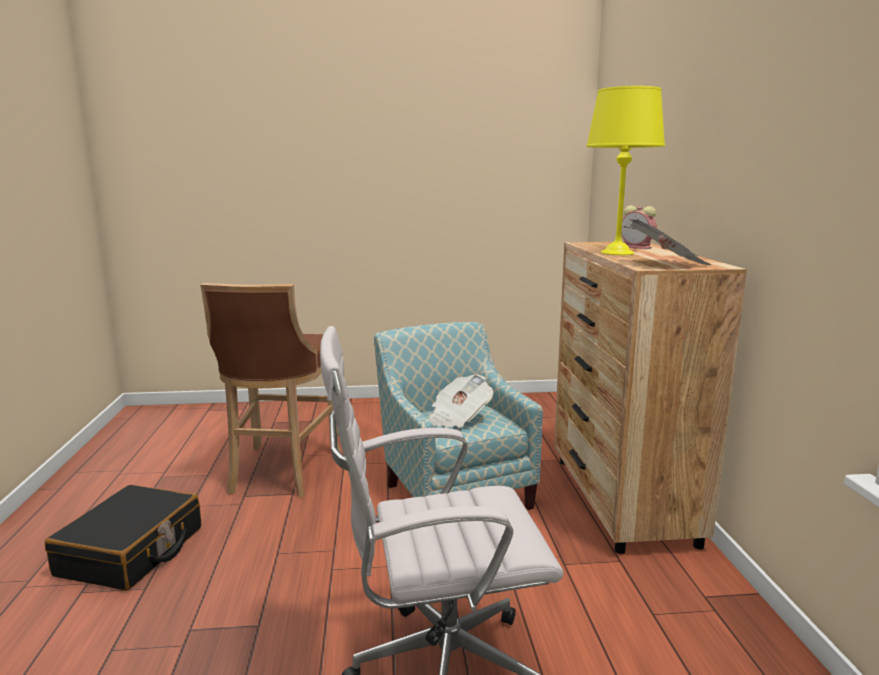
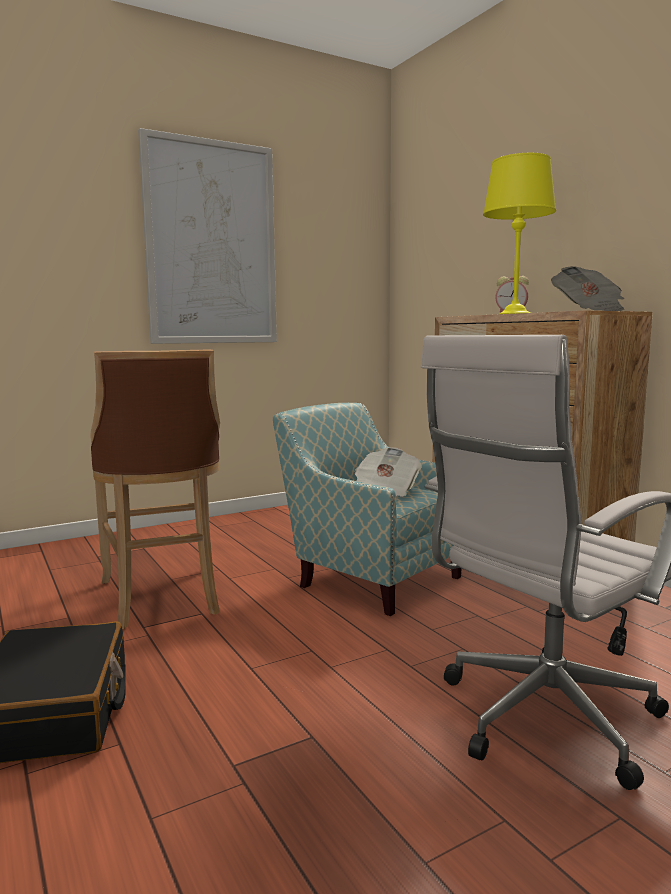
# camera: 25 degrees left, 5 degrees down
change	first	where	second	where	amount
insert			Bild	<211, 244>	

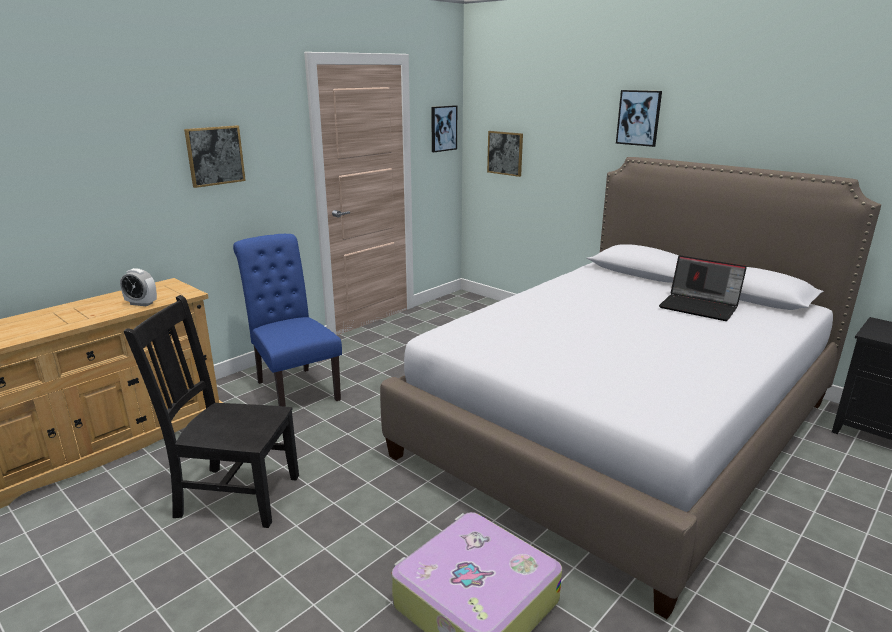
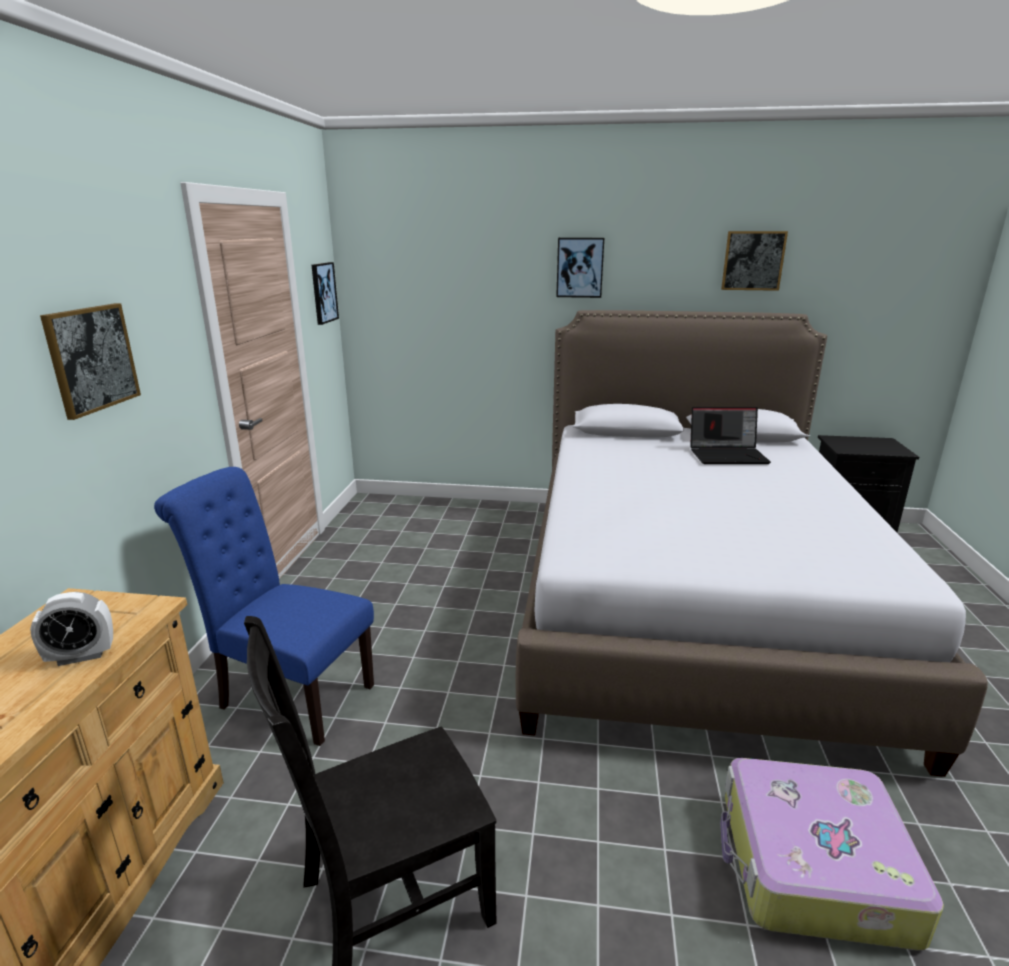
# camera: 35 degrees left, 0 degrees up
change	first	where	second	where	amount
move	Bild	<505, 153>		<753, 260>	

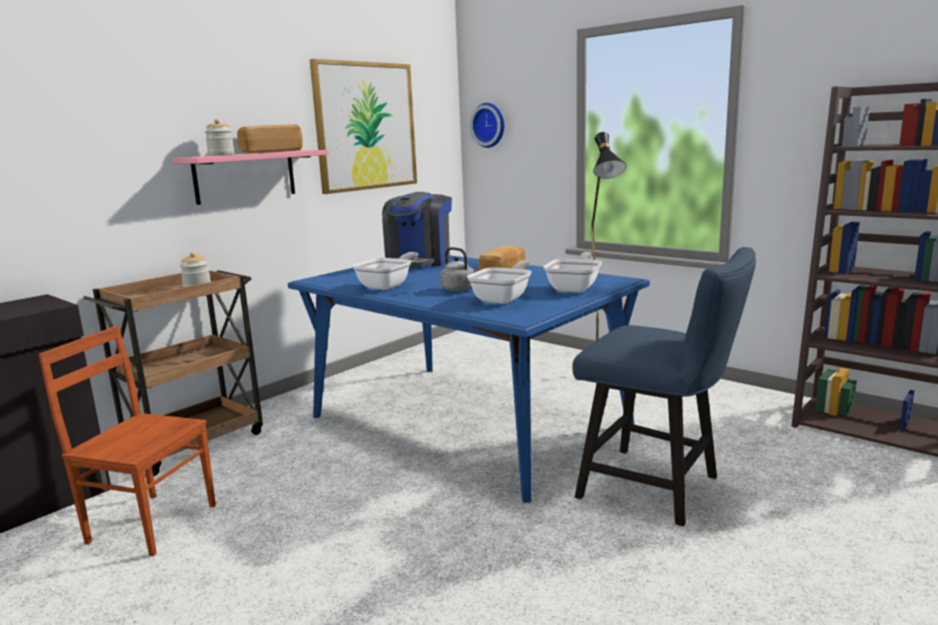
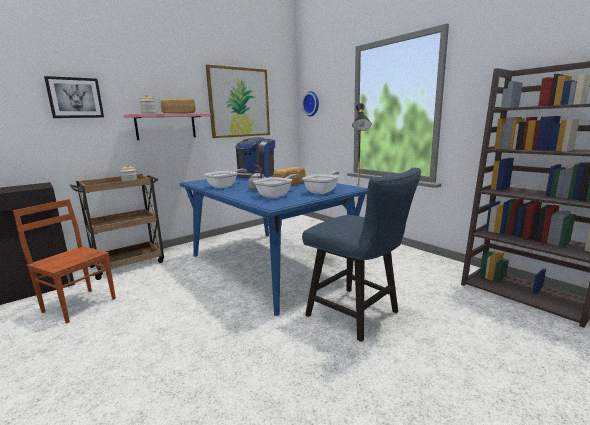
# camera: 10 degrees right, 0 degrees up
change	first	where	second	where	amount
insert			Bild	<75, 98>	

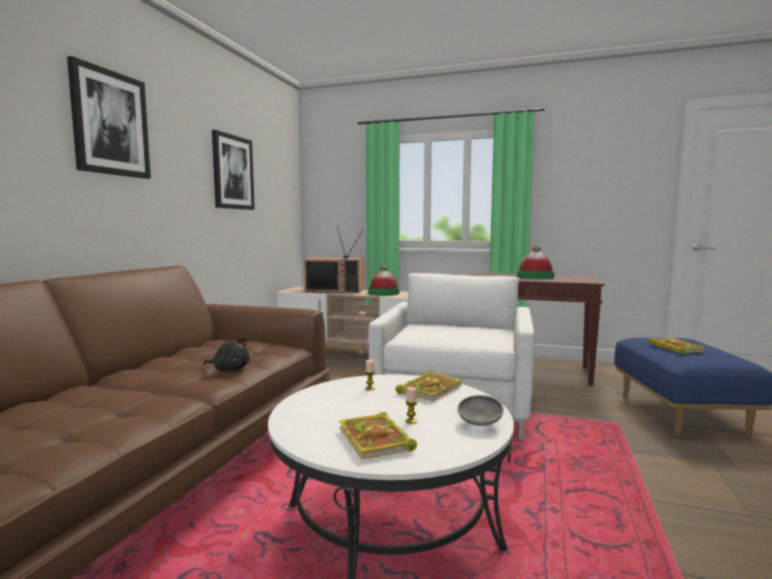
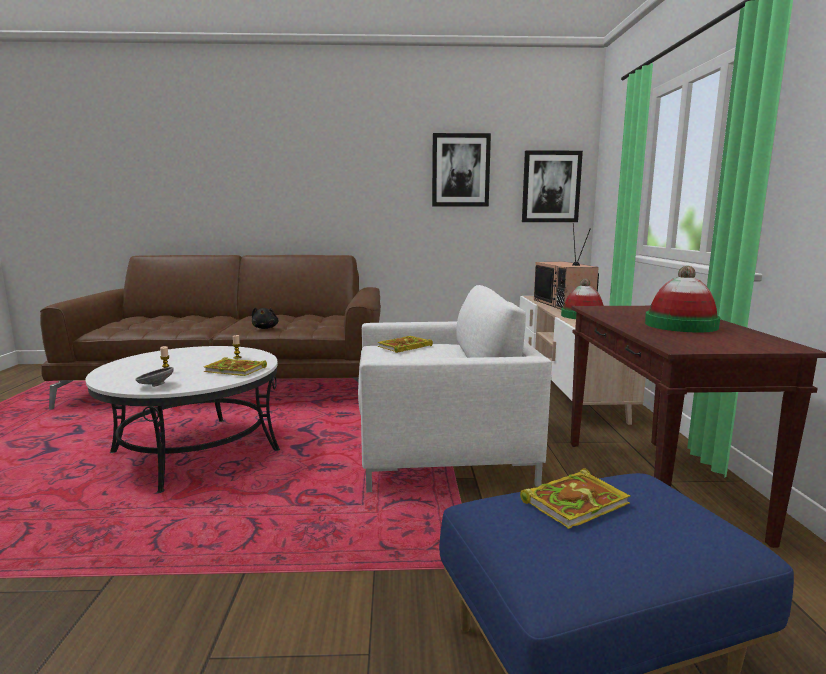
# camera: 70 degrees right, 5 degrees up
change	first	where	second	where	amount
move	Bild	<110, 123>		<551, 187>	
move	Buch	<376, 440>		<404, 347>	

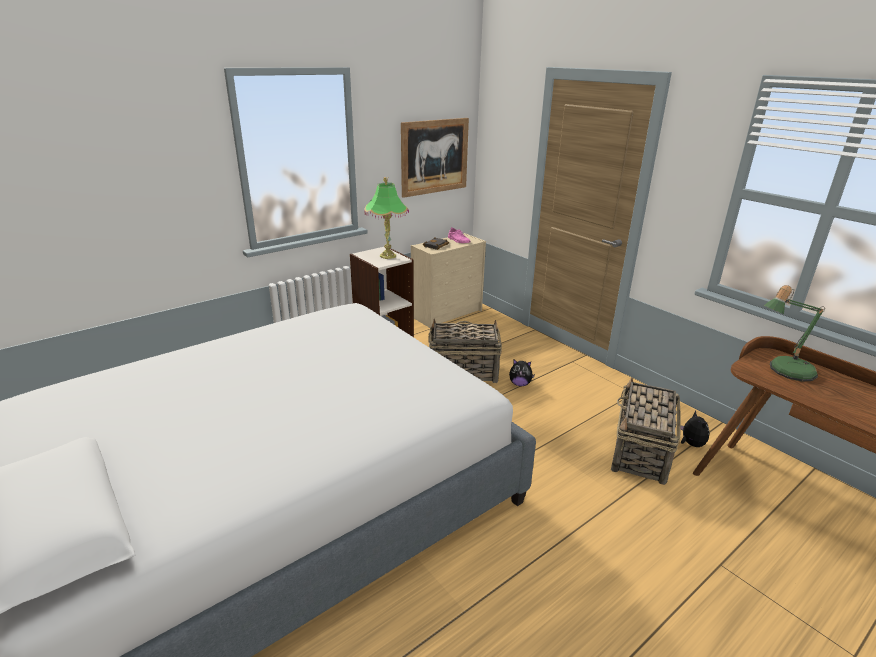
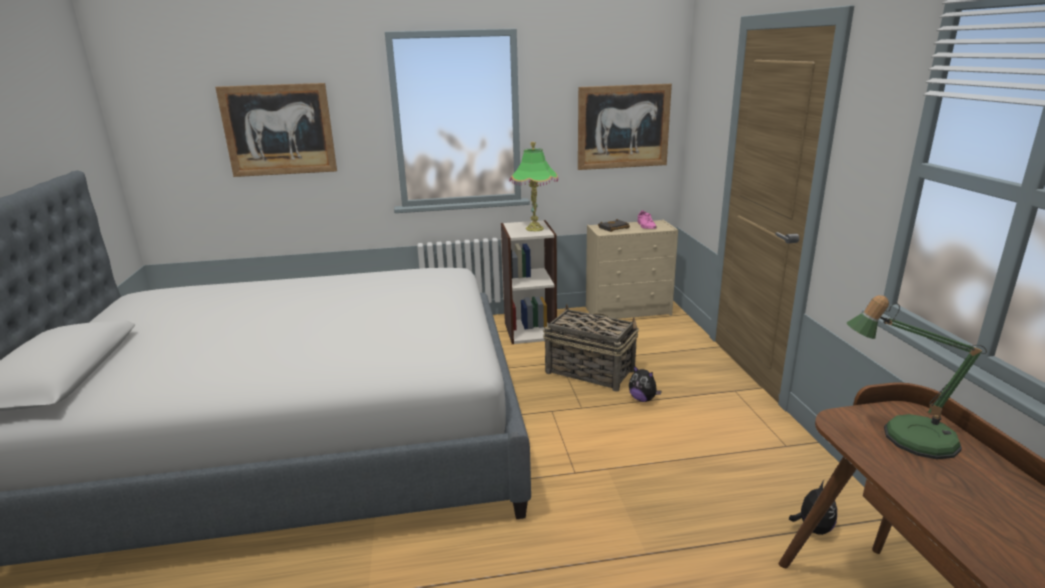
# camera: 30 degrees right, 5 degrees down
change	first	where	second	where	amount
delete	Korb	<640, 452>			
insert			Bild	<279, 130>	

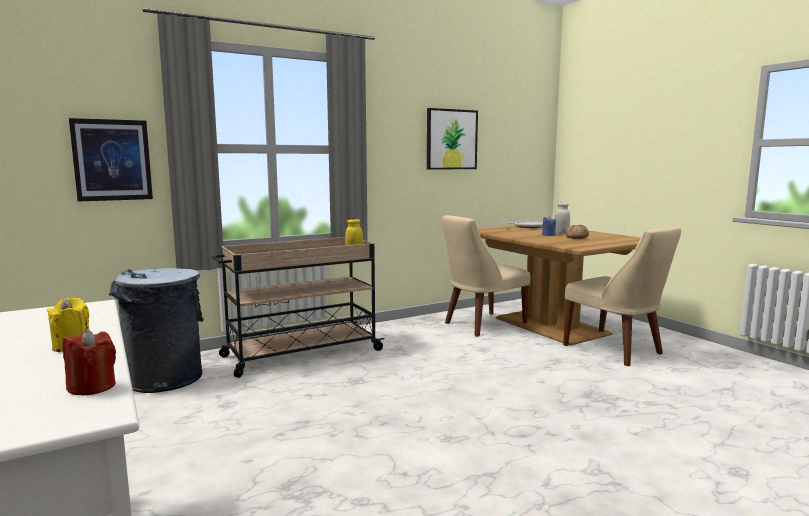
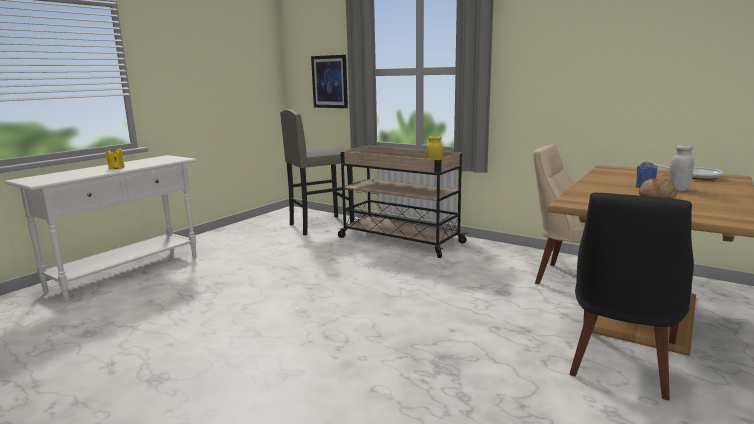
# camera: 65 degrees right, 5 degrees up
change	first	where	second	where	amount
delete	Kerze (rot)	<92, 387>			
delete	Bild	<451, 139>			
replace	Mülleimer (grau)	<165, 379>	Hocker (grau)	<321, 225>	
recolor	Stuhl (beige)	<616, 350>	Stuhl (schwarz)	<621, 363>	

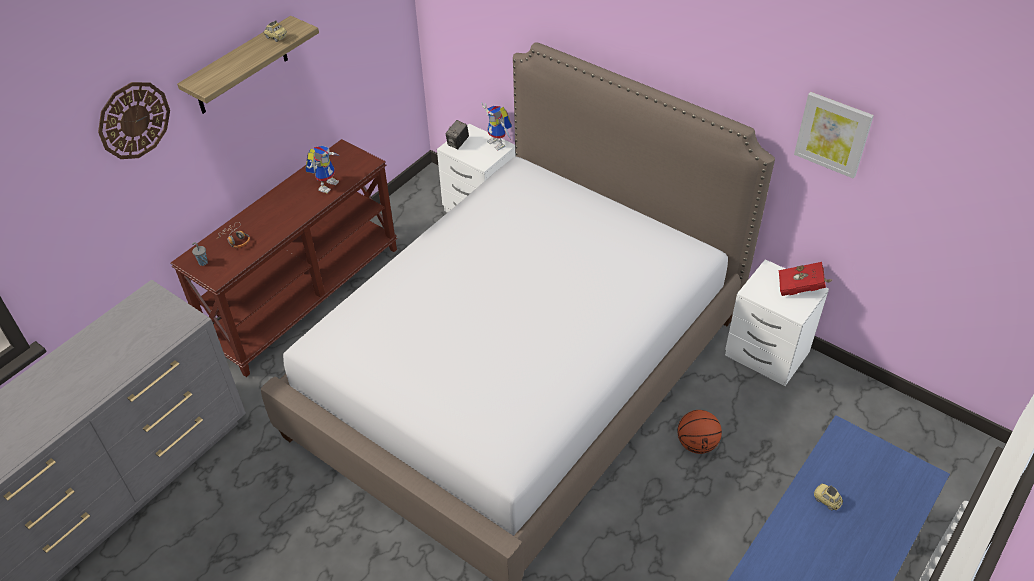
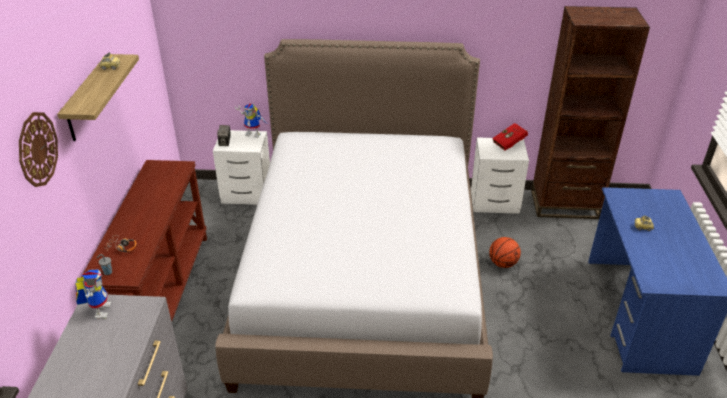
# camera: 35 degrees left, 10 degrees down
change	first	where	second	where	amount
delete	Bild	<833, 134>			
insert			Bücherregal (braun)	<565, 205>	
move	Spielzeugroboter	<326, 184>		<99, 310>	

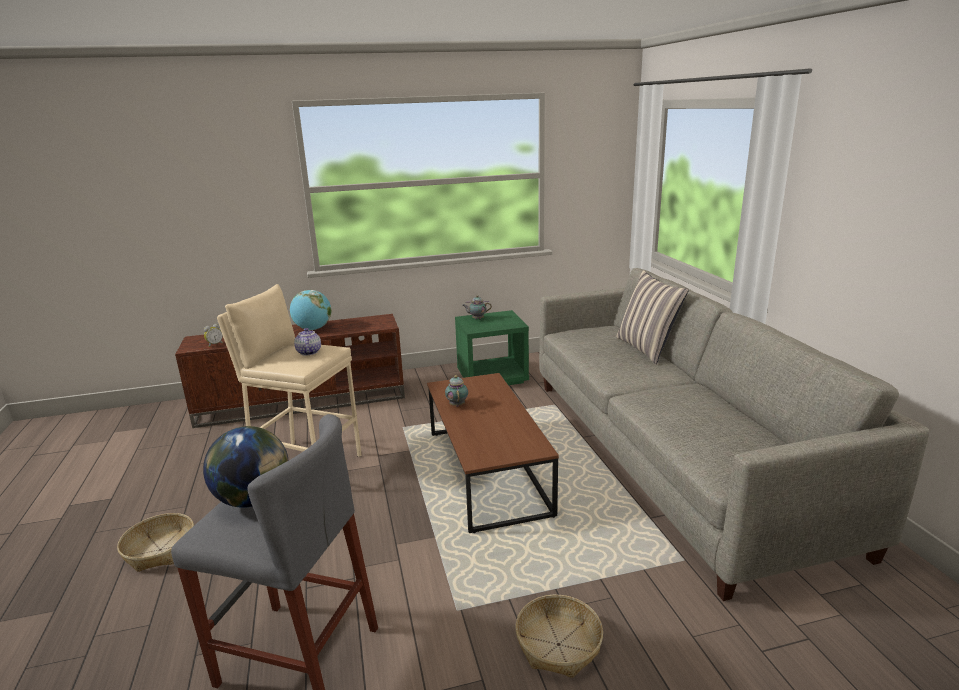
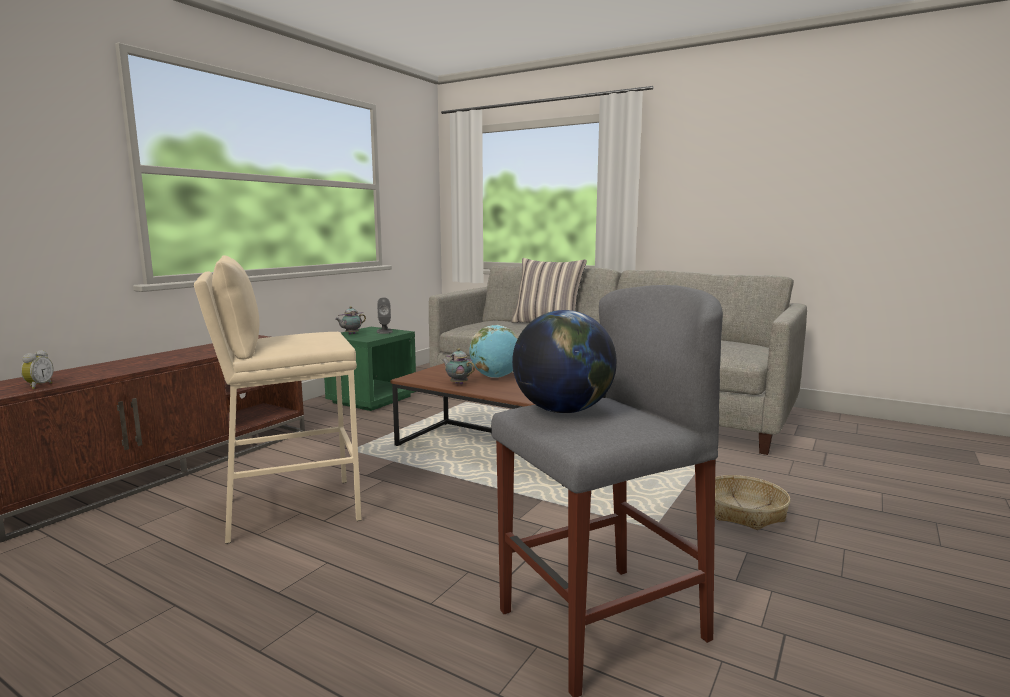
# camera: 45 degrees left, 10 degrees down
change	first	where	second	where	amount
delete	Korb	<160, 549>			
delete	Teekanne	<308, 352>			
insert			Lautsprecher (grau)	<384, 331>	
move	Globus	<313, 329>		<495, 377>	

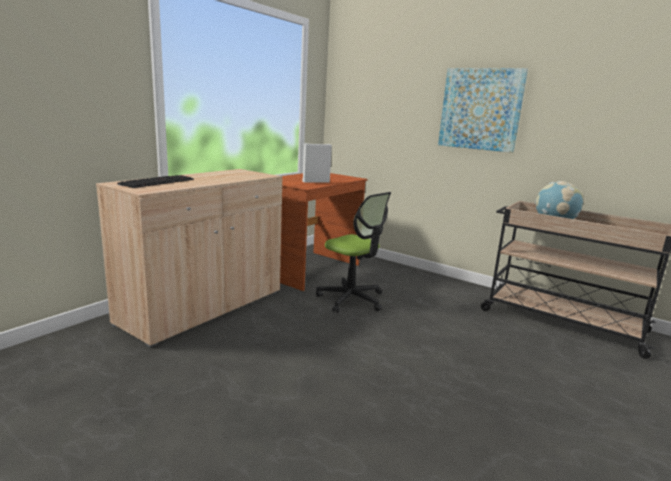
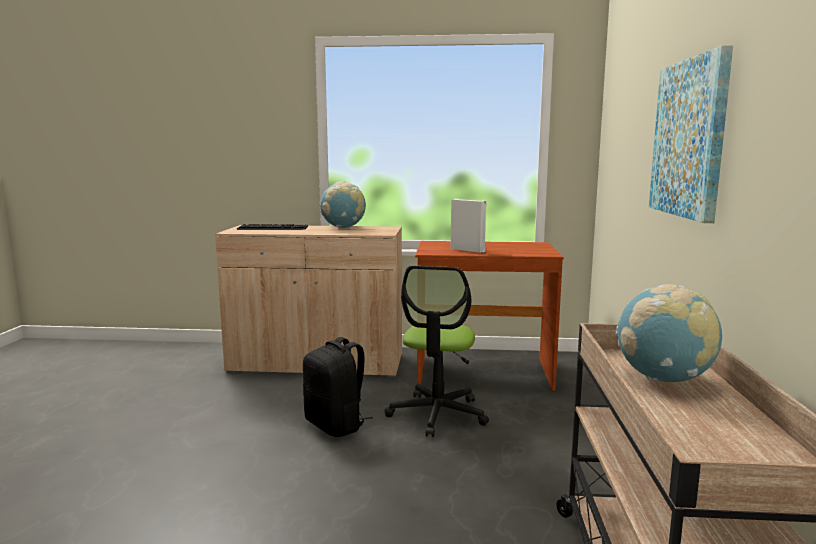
# camera: 60 degrees right, 5 degrees down
change	first	where	second	where	amount
insert			Rucksack (schwarz)	<336, 425>	
insert			Globus	<343, 227>	

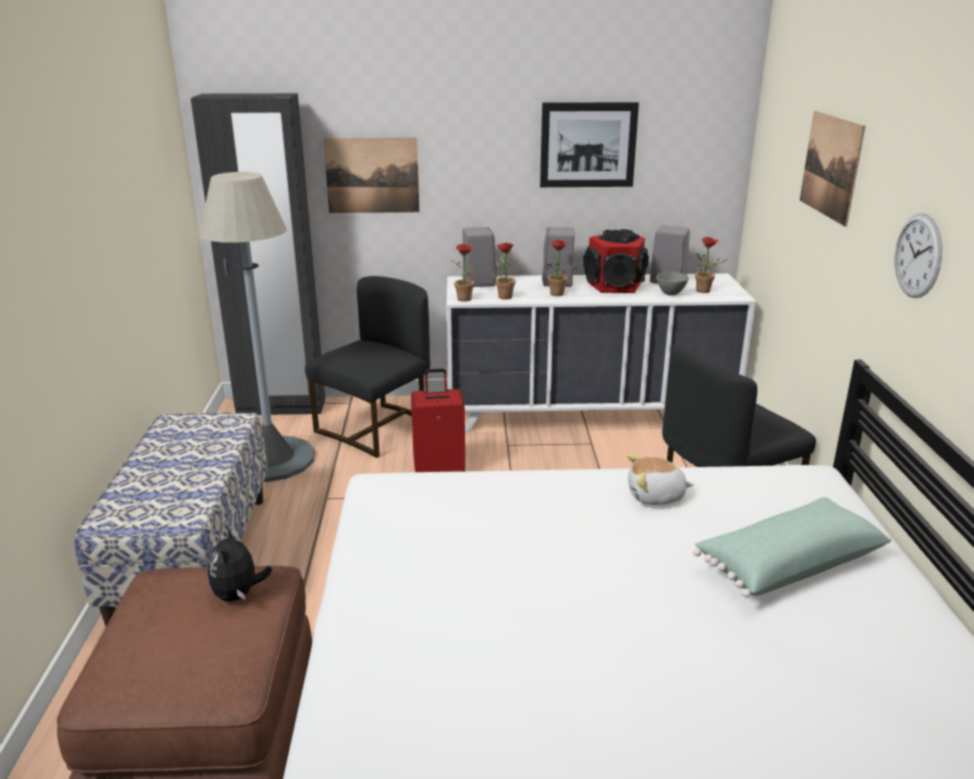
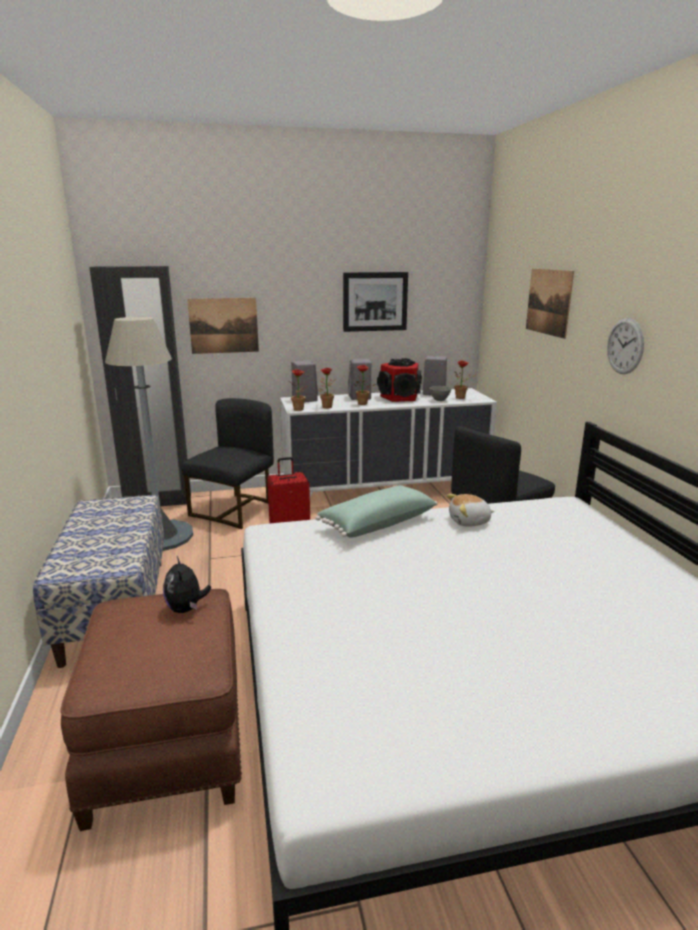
# camera: 10 degrees left, 5 degrees down
change	first	where	second	where	amount
move	Kissen (grün)	<787, 563>		<376, 523>	

